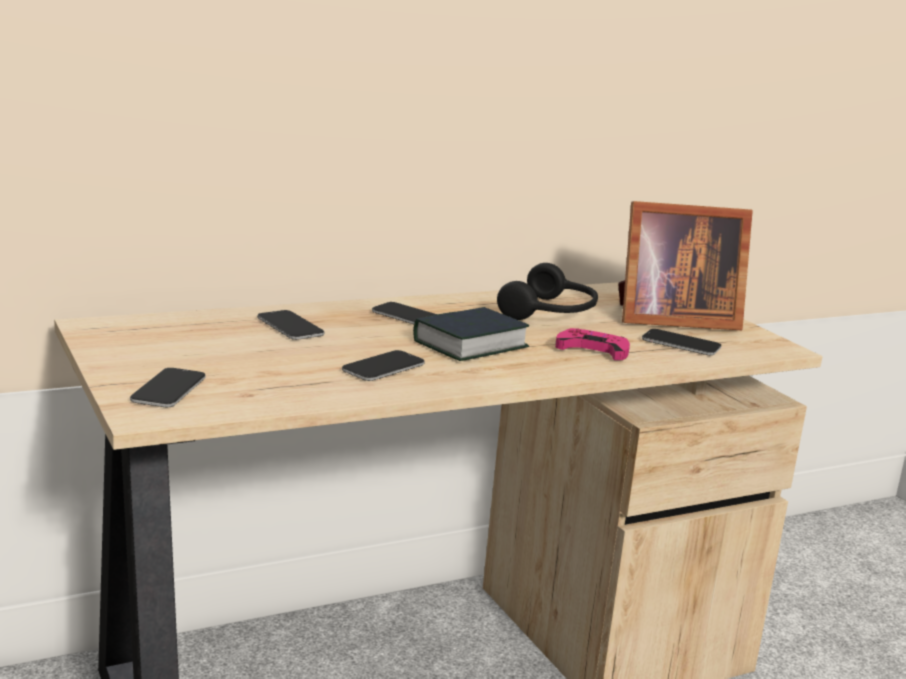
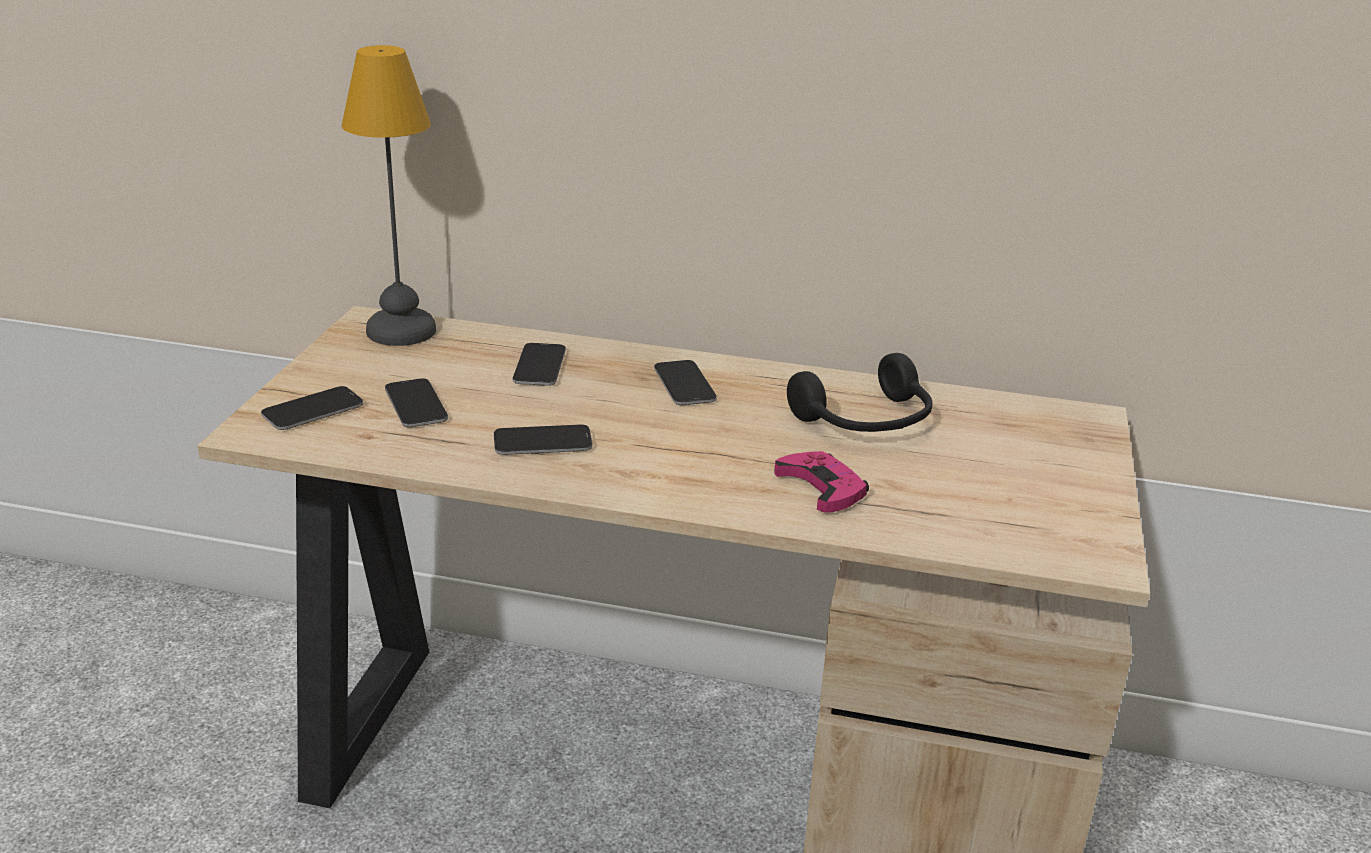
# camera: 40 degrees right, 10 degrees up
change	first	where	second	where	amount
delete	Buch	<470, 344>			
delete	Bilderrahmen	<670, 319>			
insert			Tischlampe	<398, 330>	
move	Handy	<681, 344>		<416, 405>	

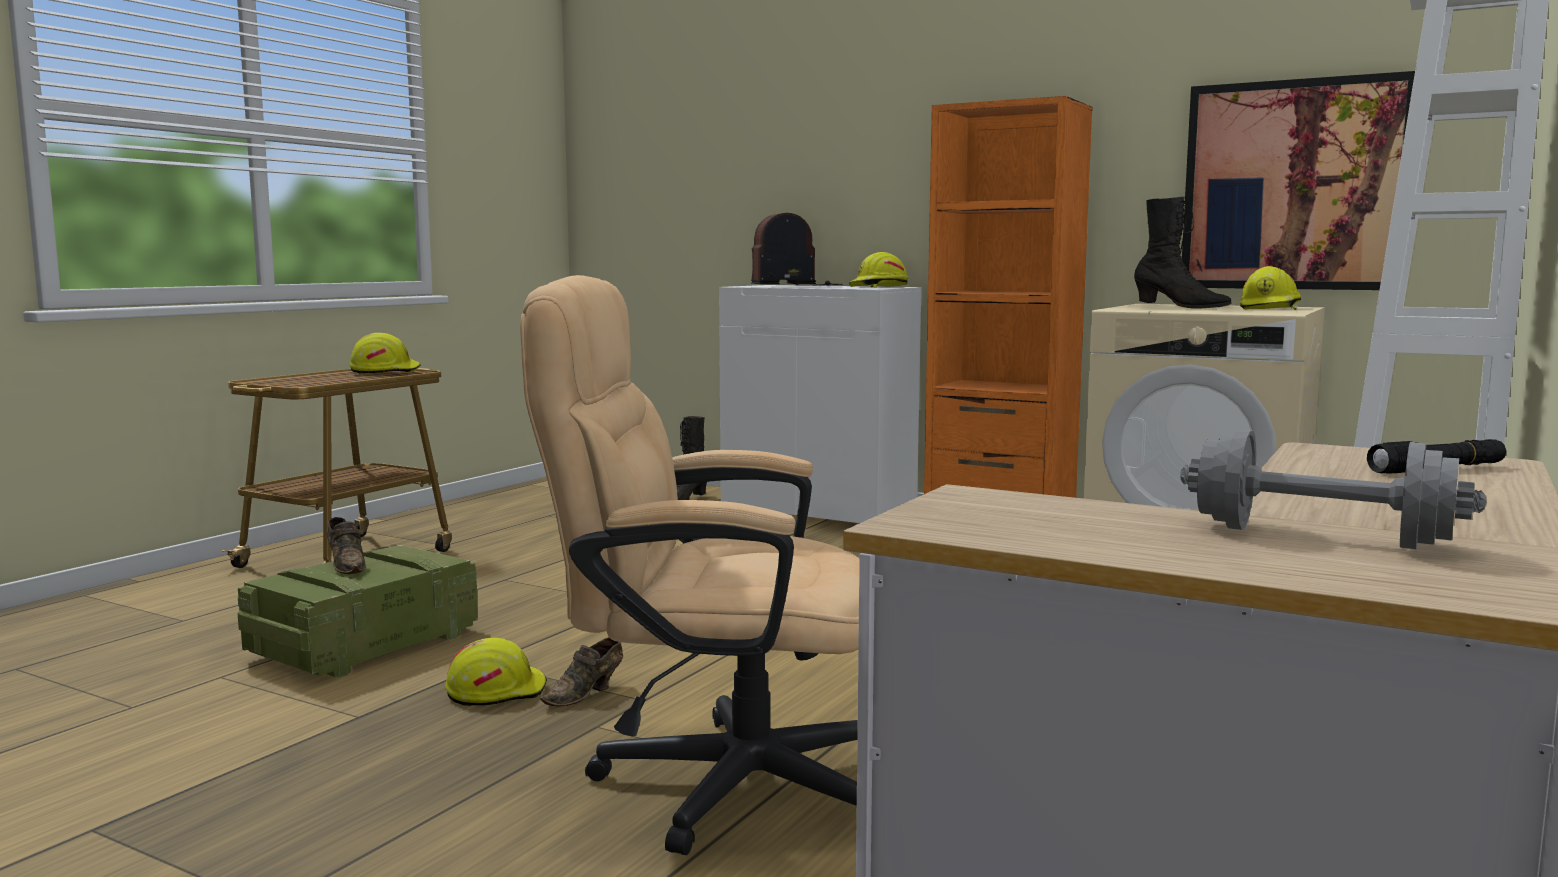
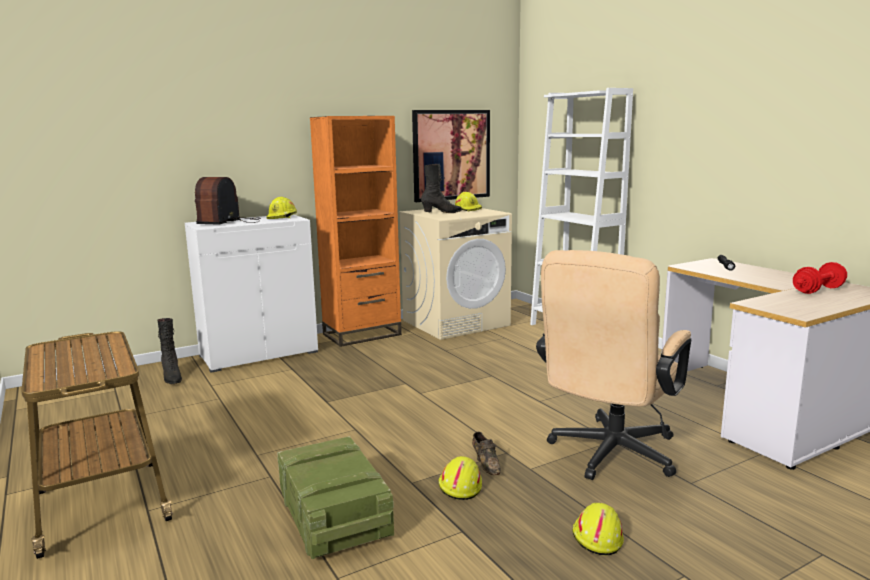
# camera: 60 degrees left, 5 degrees up
change	first	where	second	where	amount
delete	Schuh (braun)	<346, 566>			
move	Schutzhelm (gelb)	<385, 371>		<596, 537>	
recolor	Hantel (grau)	<1320, 537>	Hantel (rot)	<818, 290>	

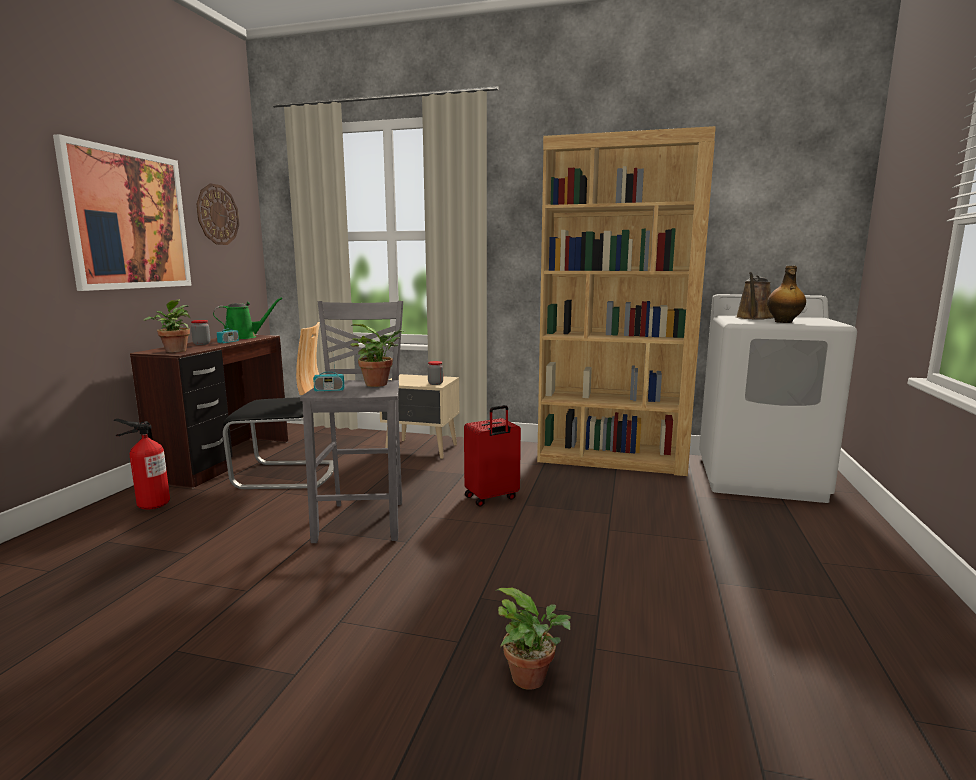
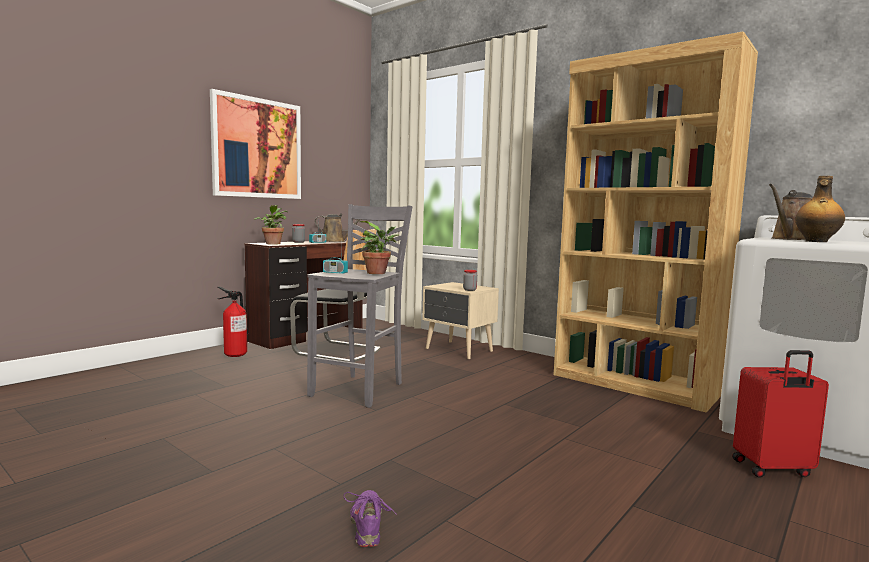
# camera: 25 degrees right, 5 degrees down
change	first	where	second	where	amount
delete	Wanduhr	<217, 214>			
move	Koffer (rot)	<492, 498>		<772, 469>	
replace	Topfpflanze	<533, 679>	Schuh (lila)	<368, 525>	
recolor	Gießkanne (grün)	<244, 337>	Gießkanne (braun)	<335, 241>	

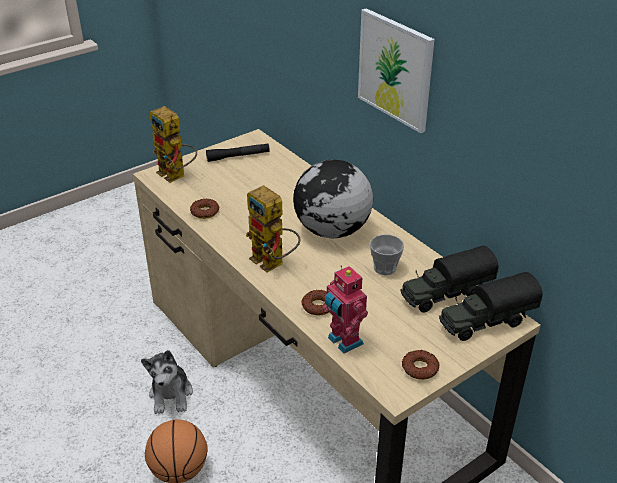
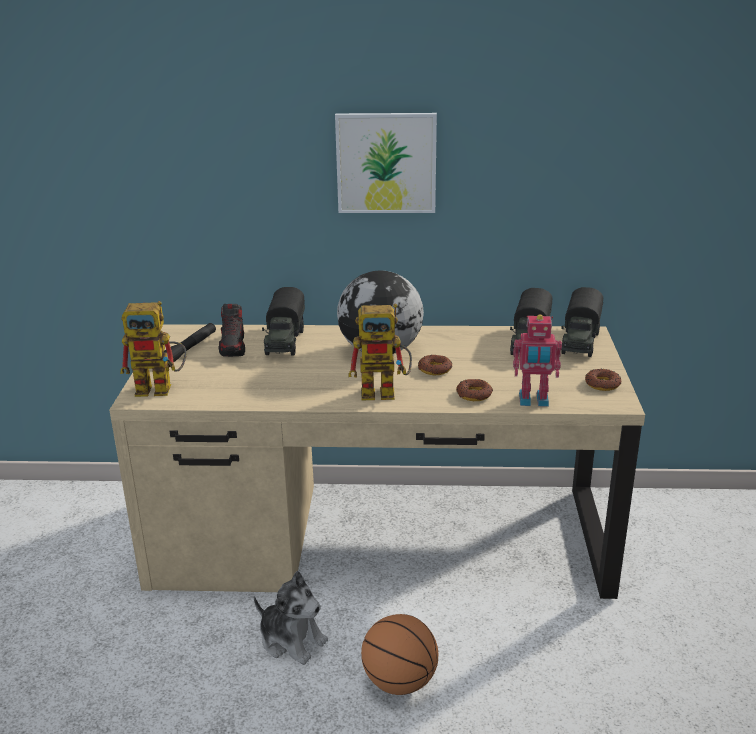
# camera: 50 degrees left, 10 degrees down
change	first	where	second	where	amount
delete	Tasse	<385, 268>			
insert			Schuh	<233, 346>	
insert			Spielzeuglaster	<284, 341>	
move	Donut	<204, 212>		<435, 369>	

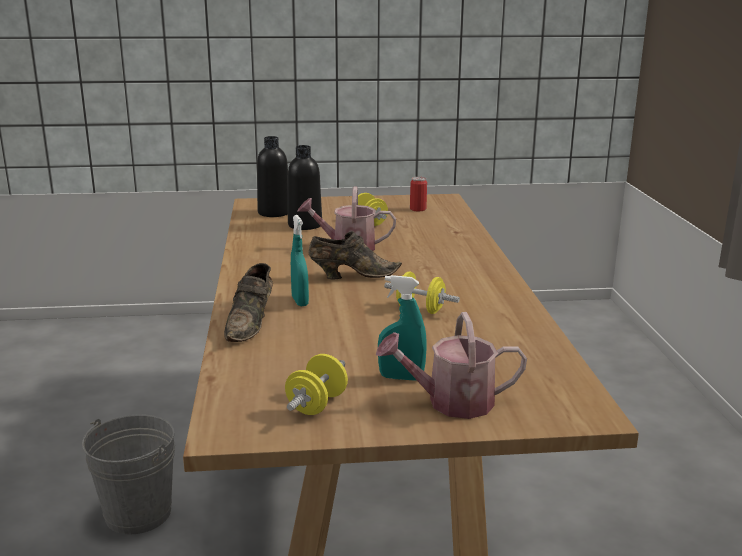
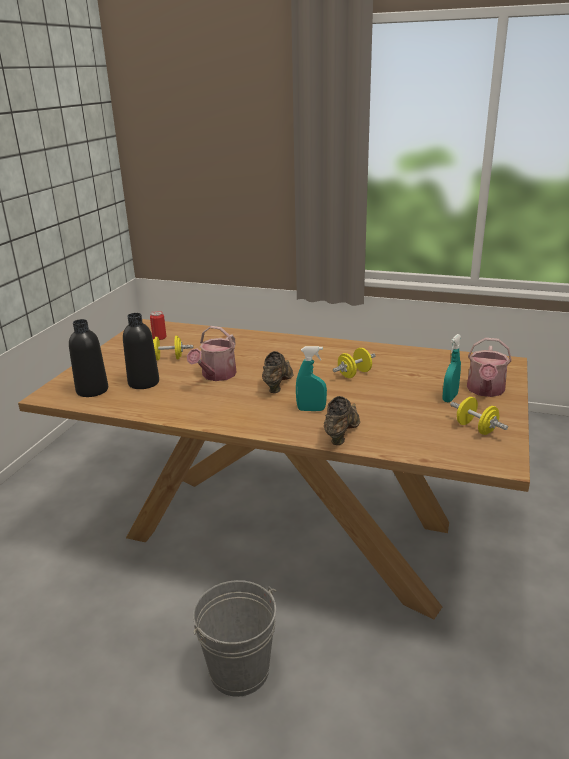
# camera: 65 degrees left, 5 degrees up
change	first	where	second	where	amount
rotate	Schuh (braun)	<251, 324>		<341, 433>	105 degrees counterclockwise

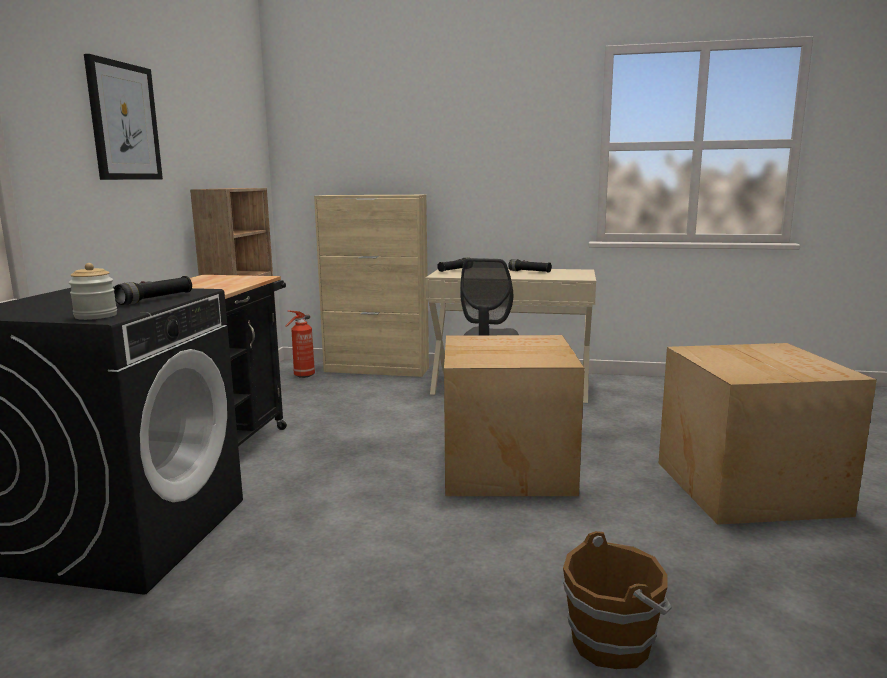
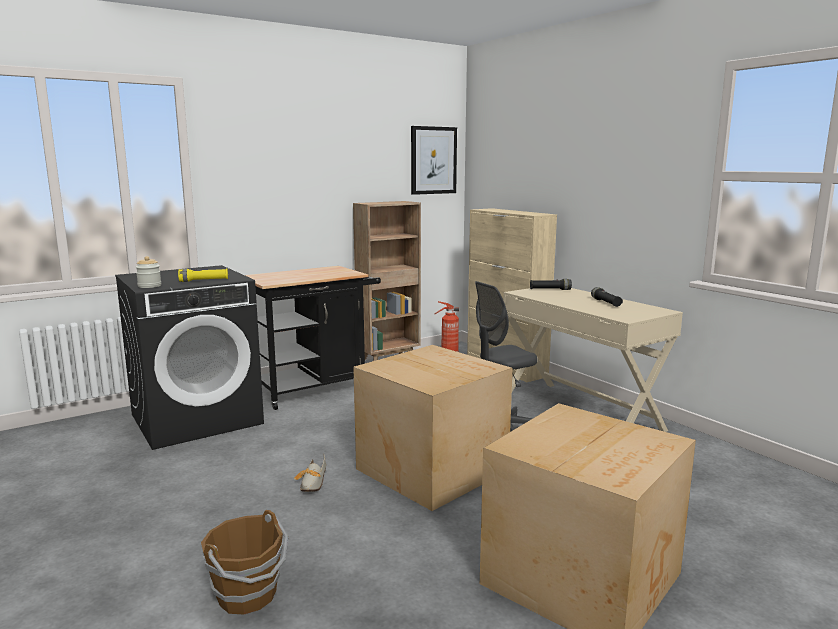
# camera: 45 degrees right, 0 degrees up
change	first	where	second	where	amount
insert			Schuh	<312, 483>	
move	Bild	<124, 122>		<433, 160>	
recolor	Taschenlampe (schwarz)	<156, 299>	Taschenlampe (gelb)	<204, 281>	

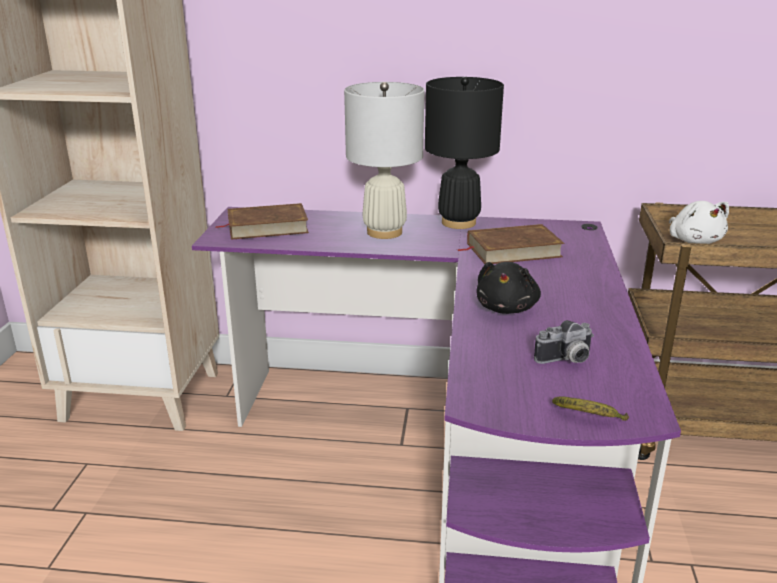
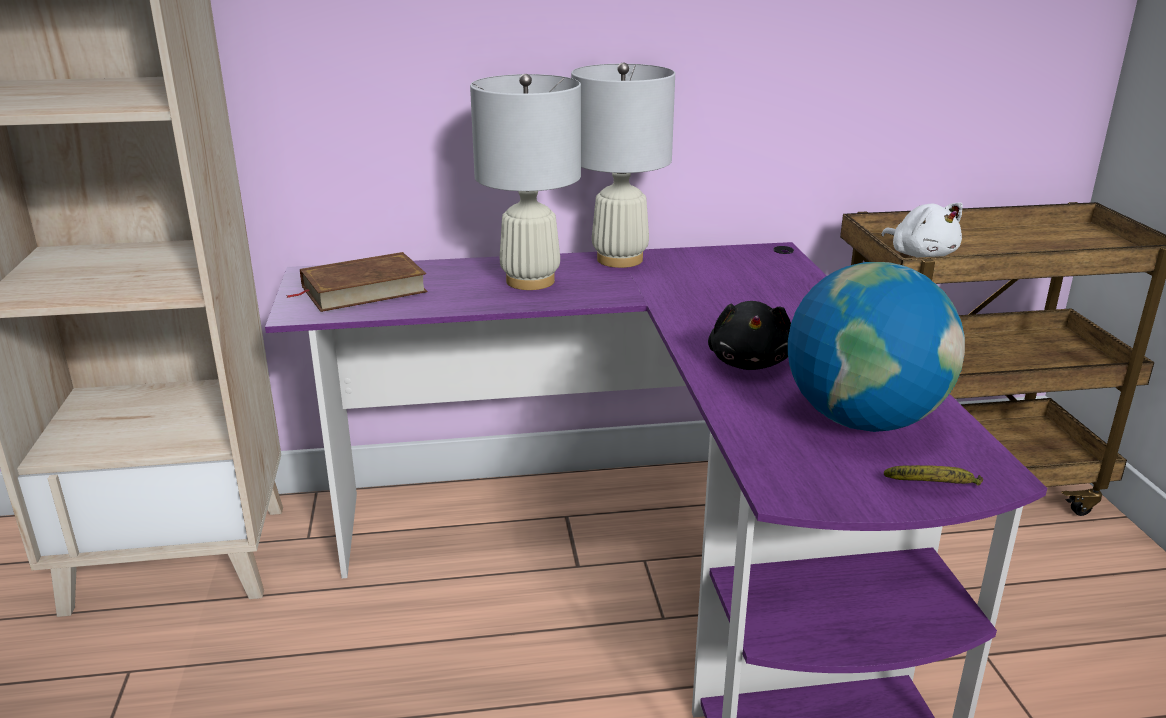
# camera: 15 degrees left, 0 degrees up
change	first	where	second	where	amount
delete	Buch (braun)	<513, 250>			
replace	Kamera	<566, 360>	Globus	<863, 420>	
recolor	Tischlampe (schwarz)	<459, 222>	Tischlampe (weiß)	<620, 259>	

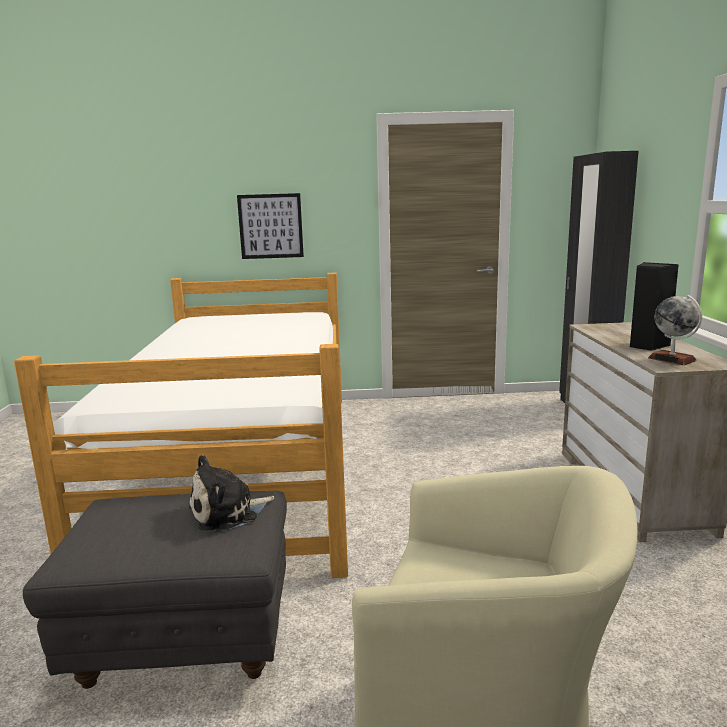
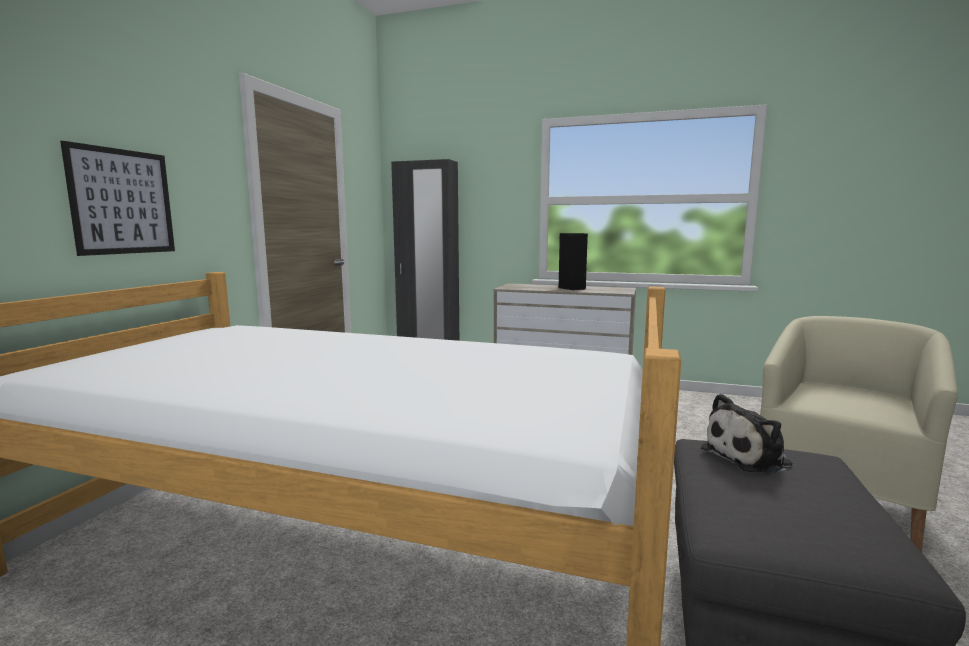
# camera: 70 degrees left, 5 degrees down
change	first	where	second	where	amount
delete	Globus	<672, 359>			
rotate	Plüschtier	<228, 513>		<750, 457>	75 degrees clockwise

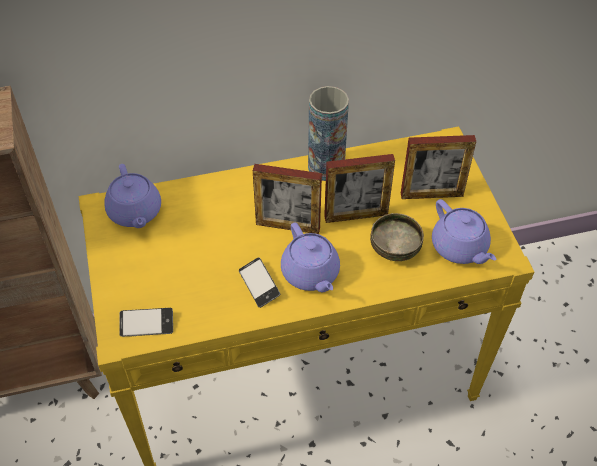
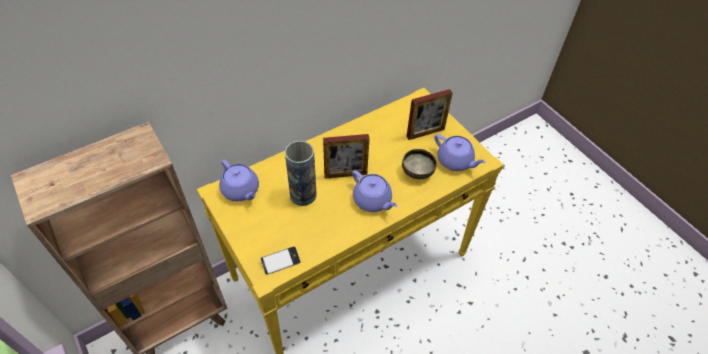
# camera: 20 degrees left, 0 degrees up
change	first	where	second	where	amount
delete	Handy	<259, 285>			
delete	Bilderrahmen	<356, 215>			
move	Vase	<326, 167>		<303, 195>	

